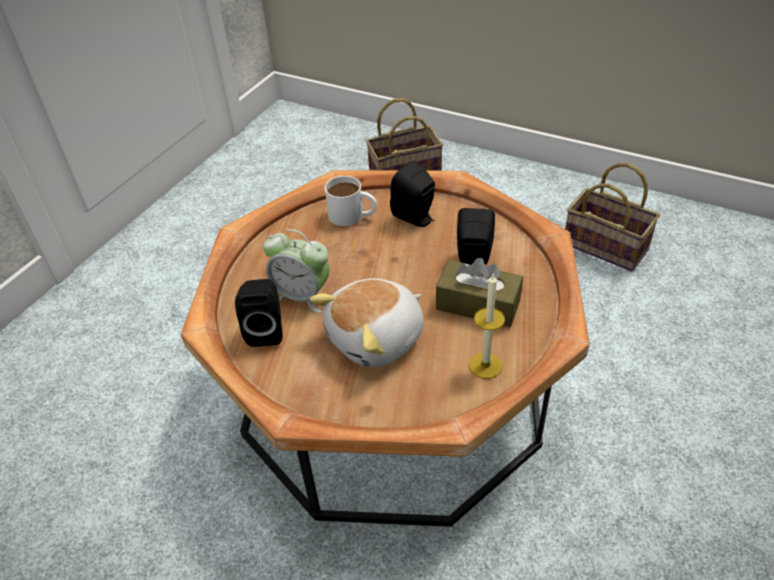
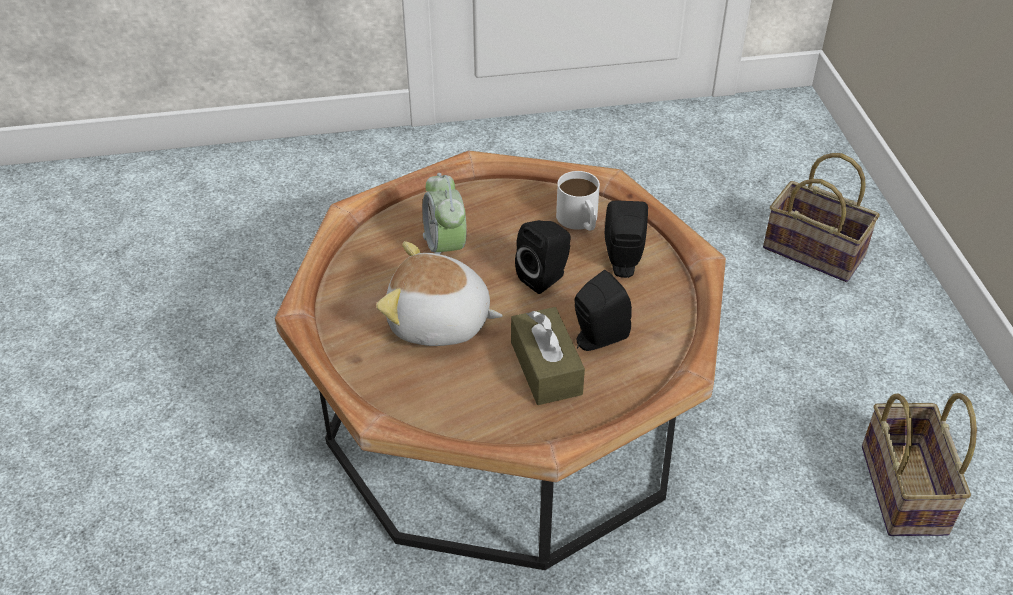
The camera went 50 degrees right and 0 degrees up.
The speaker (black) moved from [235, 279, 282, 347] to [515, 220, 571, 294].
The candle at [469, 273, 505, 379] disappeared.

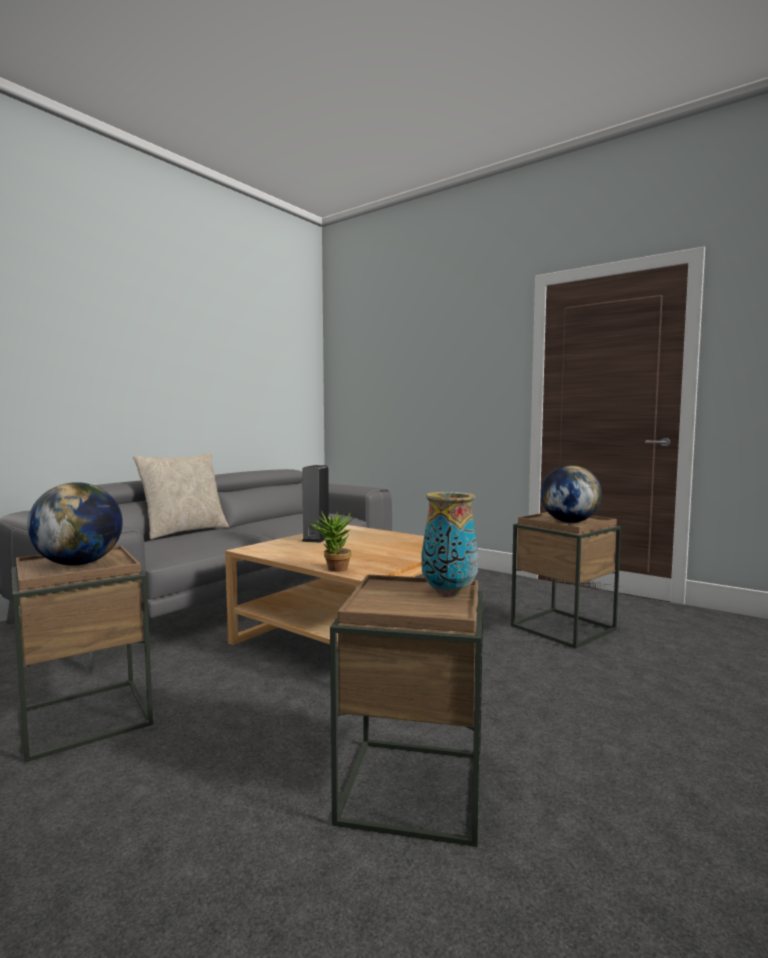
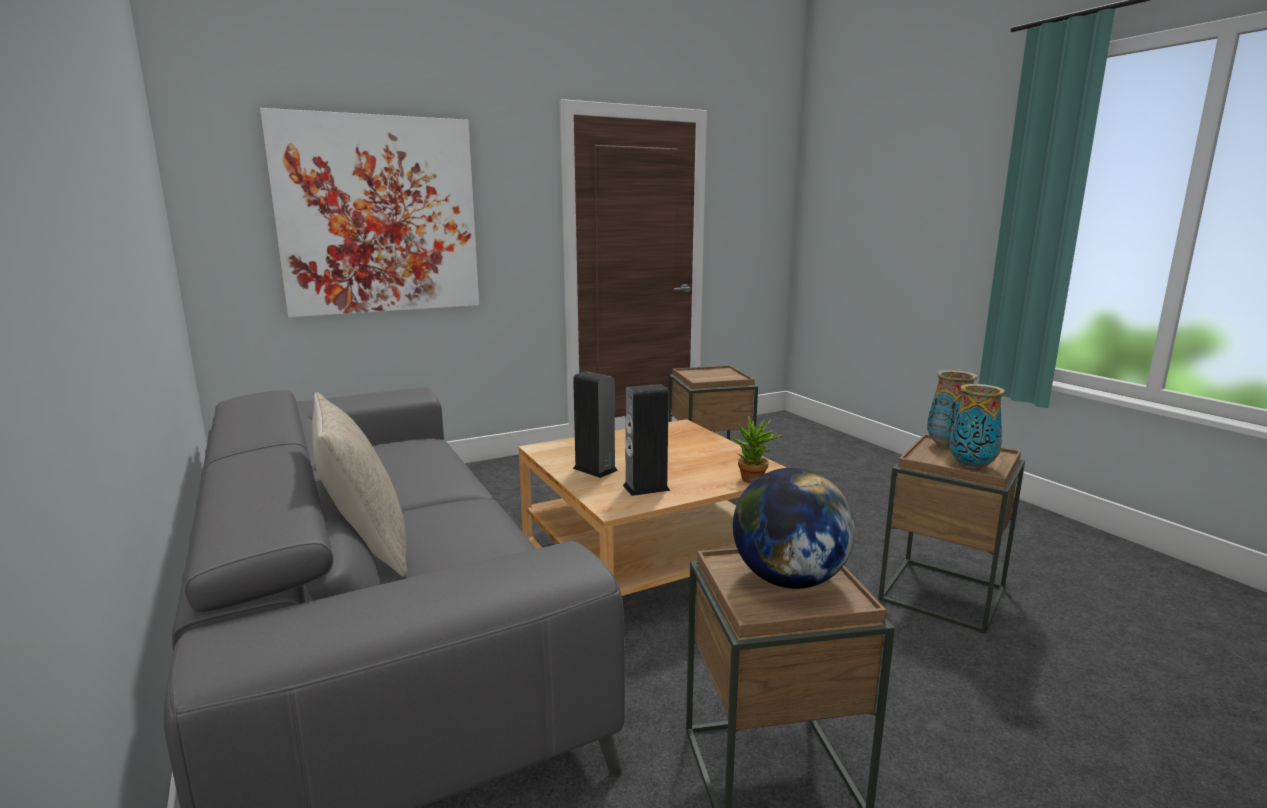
The camera went 65 degrees left and 10 degrees up.
The picture at [260, 108, 480, 317] appeared.
The speaker at [623, 384, 670, 496] appeared.
The vase at [949, 384, 1005, 470] appeared.
The globe at [541, 465, 602, 523] disappeared.

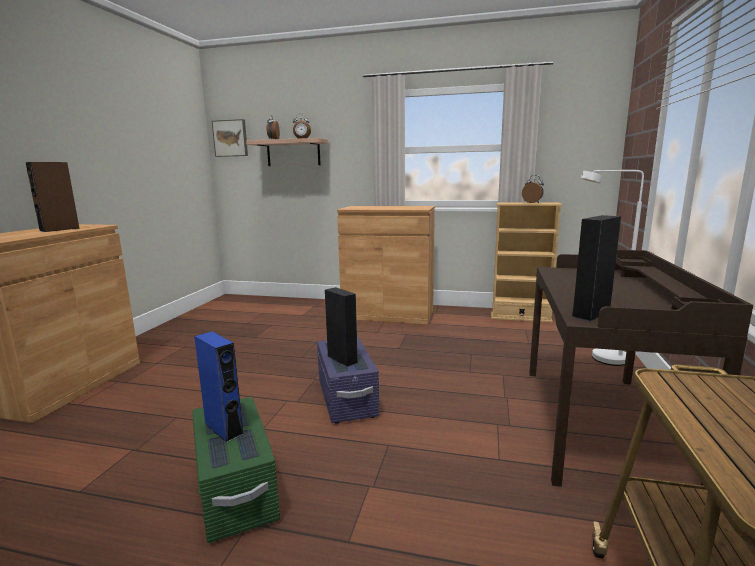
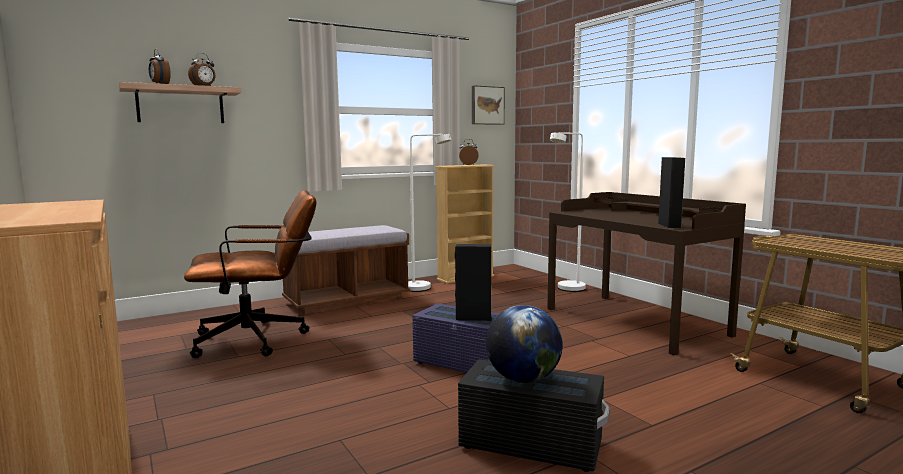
The camera went 45 degrees left and 5 degrees down.
The office chair (brown) at [184, 190, 316, 358] appeared.
The cabinet (brown) at [337, 206, 435, 325] was replaced by the bench (brown) at [282, 225, 410, 315].
The floor lamp (white) at [408, 134, 451, 292] appeared.
The storage box (green) at [192, 397, 280, 543] became the storage box (black) at [458, 359, 610, 472].
The picture moved from [212, 119, 248, 157] to [472, 85, 505, 125].
The speaker (blue) at [194, 331, 244, 443] was replaced by the globe at [486, 305, 563, 383].
The speaker (brown) at [26, 162, 79, 232] disappeared.

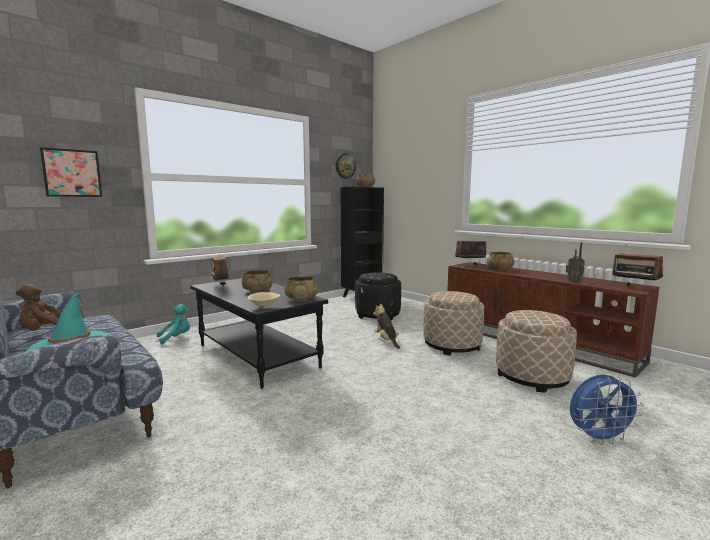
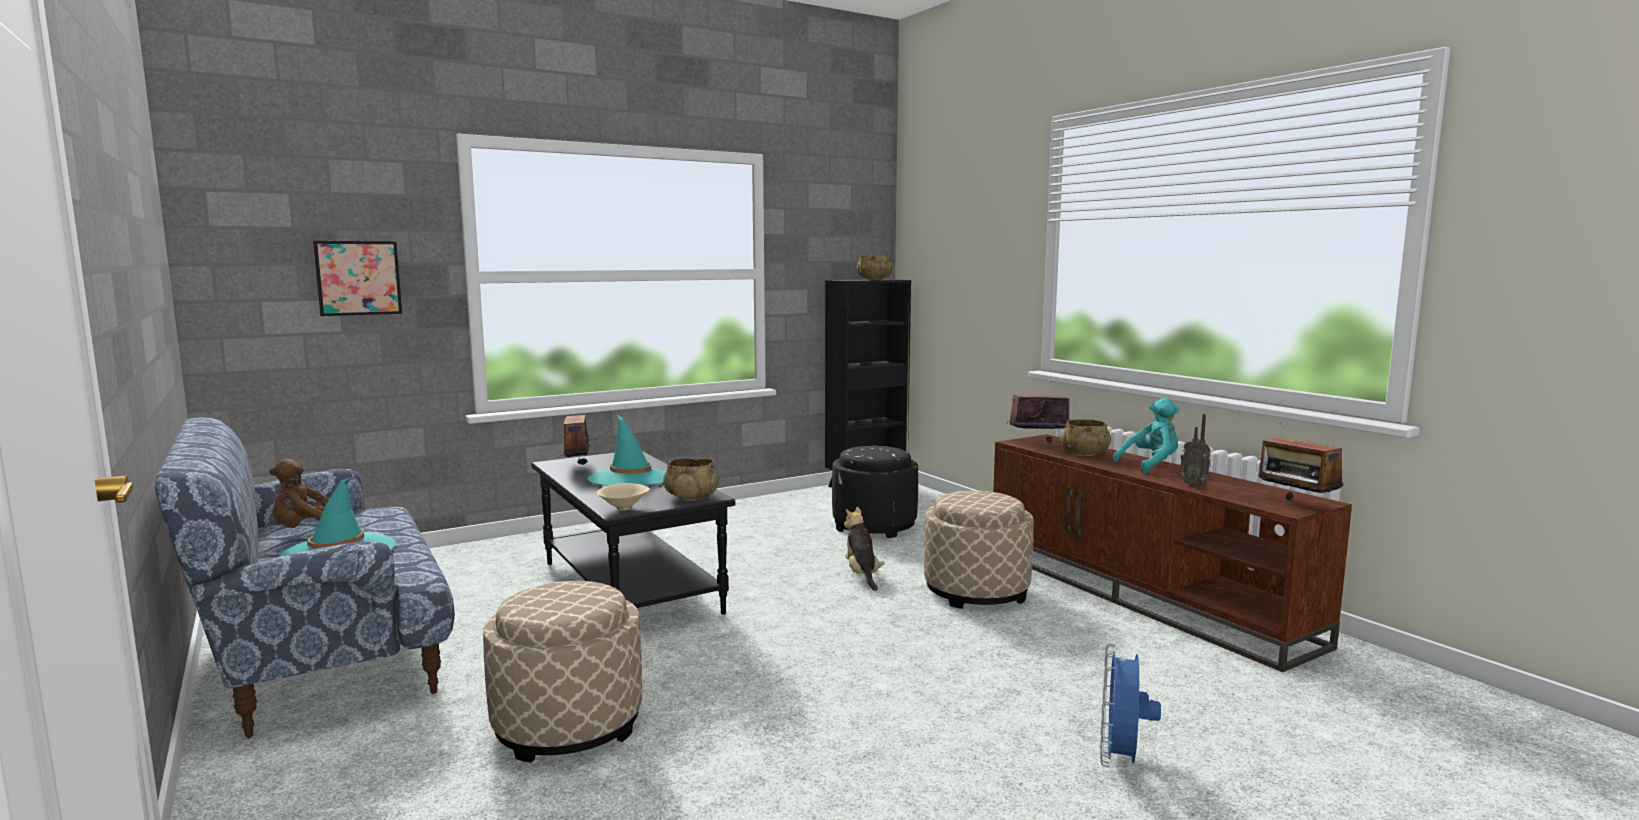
The camera went 10 degrees right and 0 degrees up.
The ottoman (beige) moved from [496, 310, 577, 393] to [483, 581, 642, 763].
The bowl (beige) at [242, 270, 273, 293] was replaced by the hat (turquoise) at [587, 415, 666, 486].
The fan (blue) at [570, 375, 644, 445] turned 105 degrees clockwise.
The plush toy (turquoise) moved from [157, 304, 190, 344] to [1112, 398, 1180, 473].
The wall clock at [336, 153, 356, 179] disappeared.

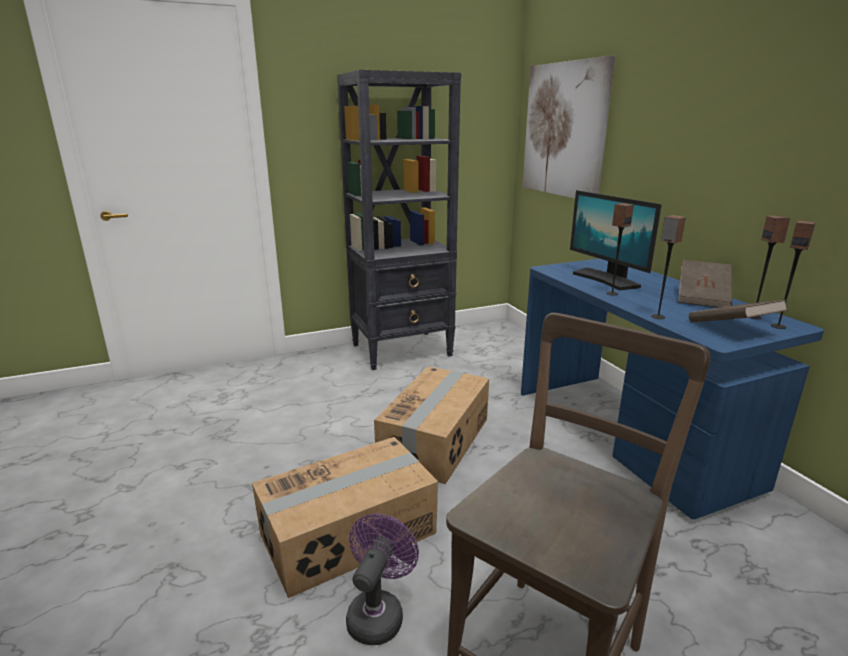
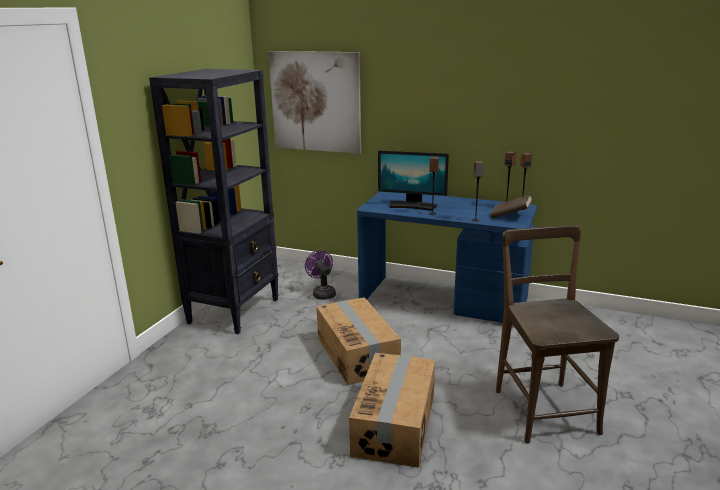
The camera went 45 degrees left and 0 degrees up.
The fan (purple) moved from [346, 514, 419, 645] to [305, 250, 336, 300].
The book (brown) at [678, 260, 732, 308] disappeared.

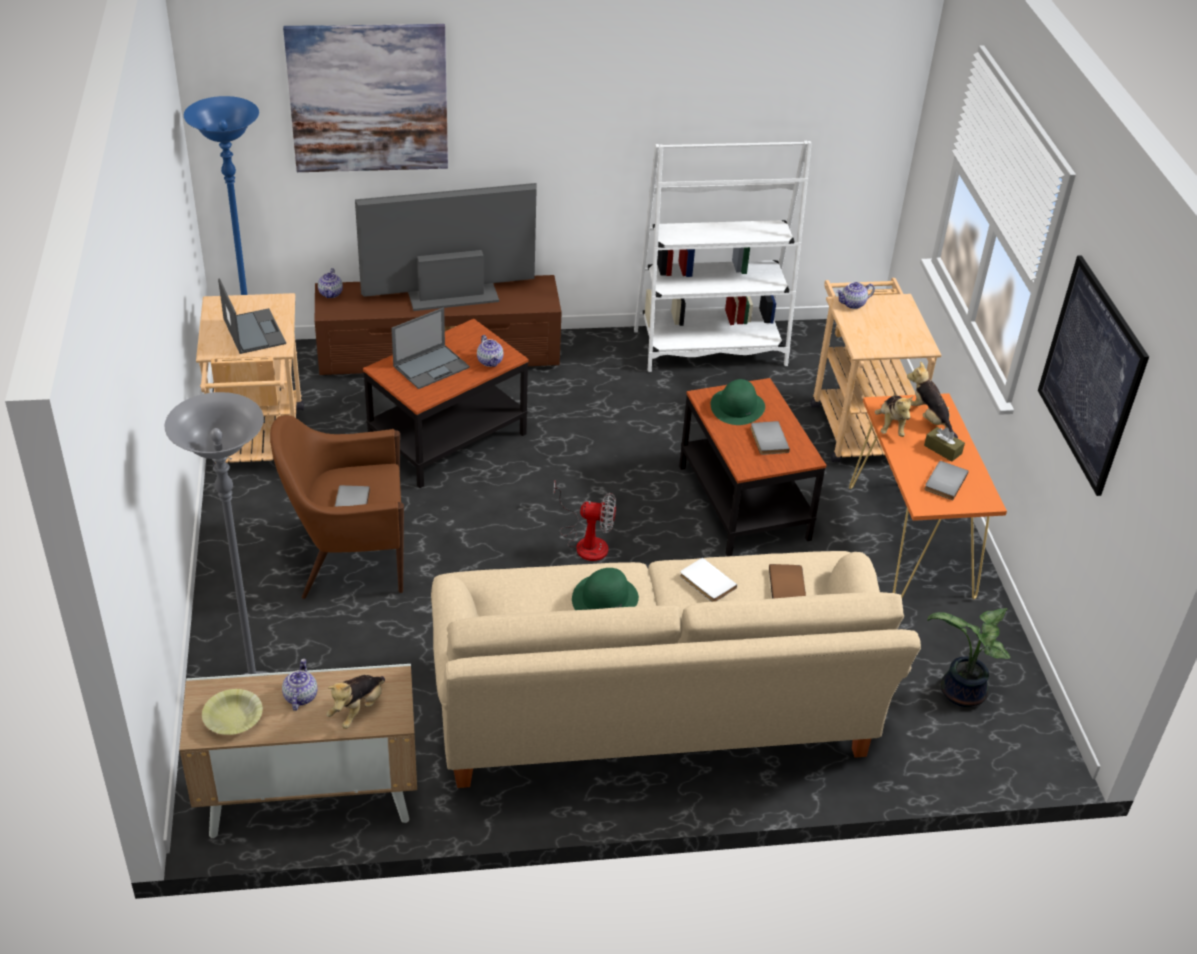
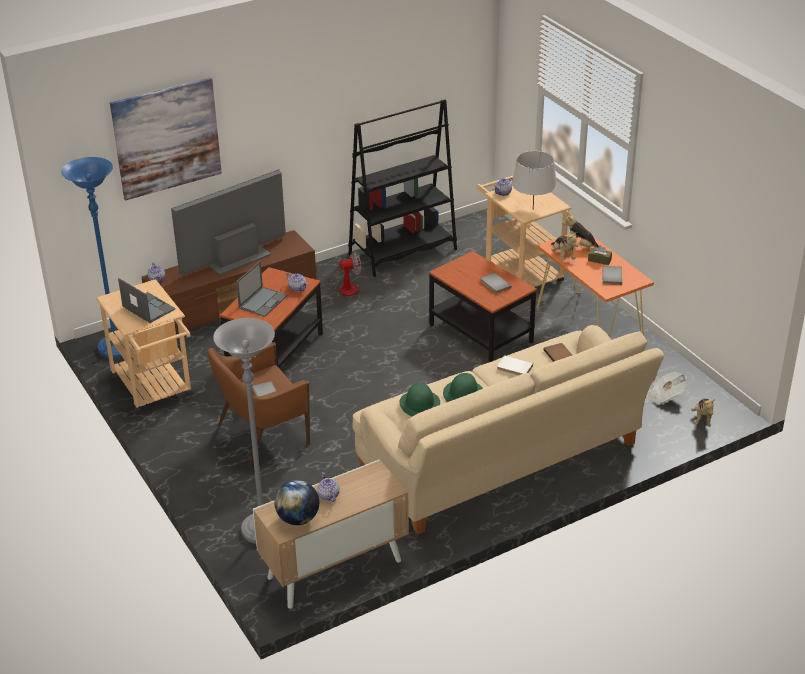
The camera went 20 degrees left and 5 degrees down.
The bowl (yellow) at [202, 689, 263, 735] was replaced by the globe at [275, 480, 319, 525].
The fan moved from [553, 482, 616, 561] to [316, 251, 361, 296].
The bookcase (white) at [634, 141, 812, 372] became the bookcase (black) at [348, 99, 457, 277].
The hat (green) moved from [711, 379, 765, 425] to [400, 383, 440, 417].
The table lamp (grey) at [512, 151, 557, 208] appeared.
The potted plant at [927, 608, 1010, 707] was replaced by the newspaper at [646, 371, 687, 405].
The plush toy moved from [327, 675, 385, 729] to [691, 399, 715, 427].
The picture at [1038, 255, 1149, 496] disappeared.

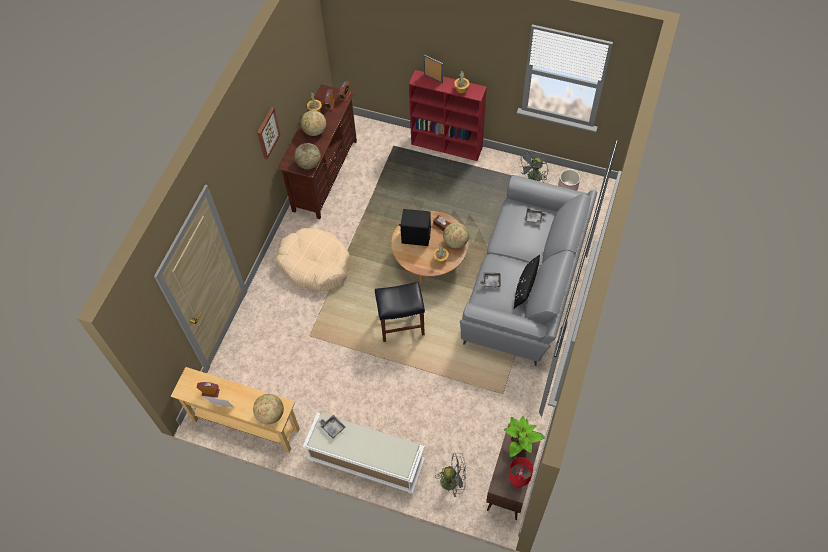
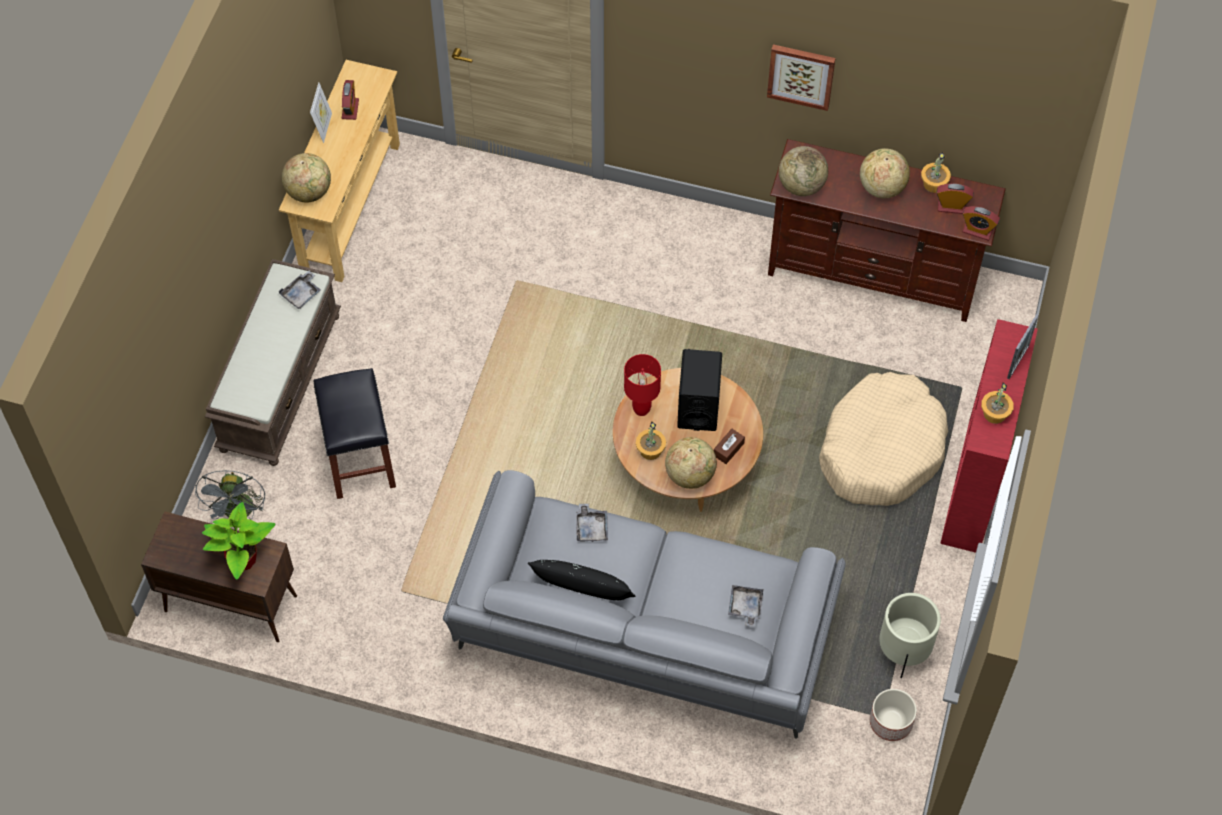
The camera went 85 degrees right and 0 degrees up.
The bench (white) at [303, 412, 425, 494] became the bench (brown) at [205, 259, 341, 466].
The stool (black) moved from [375, 282, 425, 342] to [314, 368, 396, 499].
The table lamp (red) moved from [509, 457, 533, 488] to [624, 354, 661, 416].
The dog bed (beige) moved from [276, 228, 350, 291] to [819, 372, 948, 506].
The fan (grey) at [519, 151, 548, 181] was replaced by the planter (beige) at [879, 593, 941, 678].

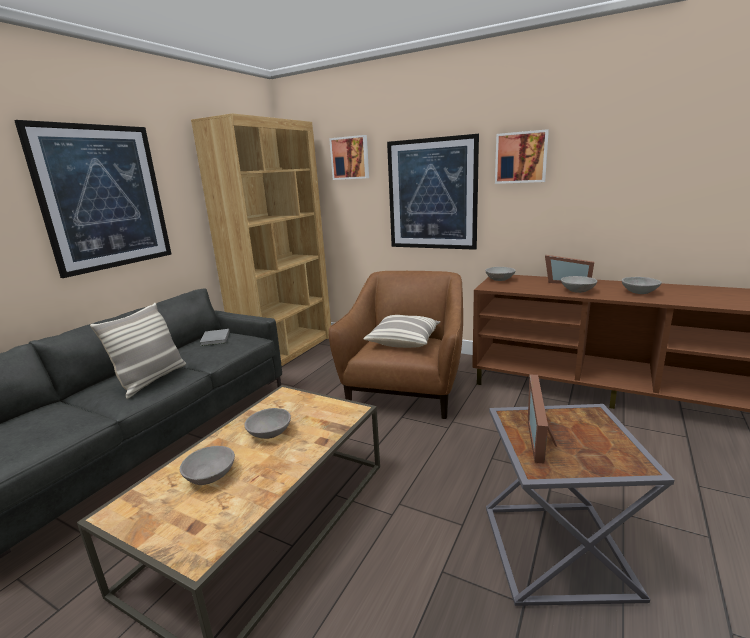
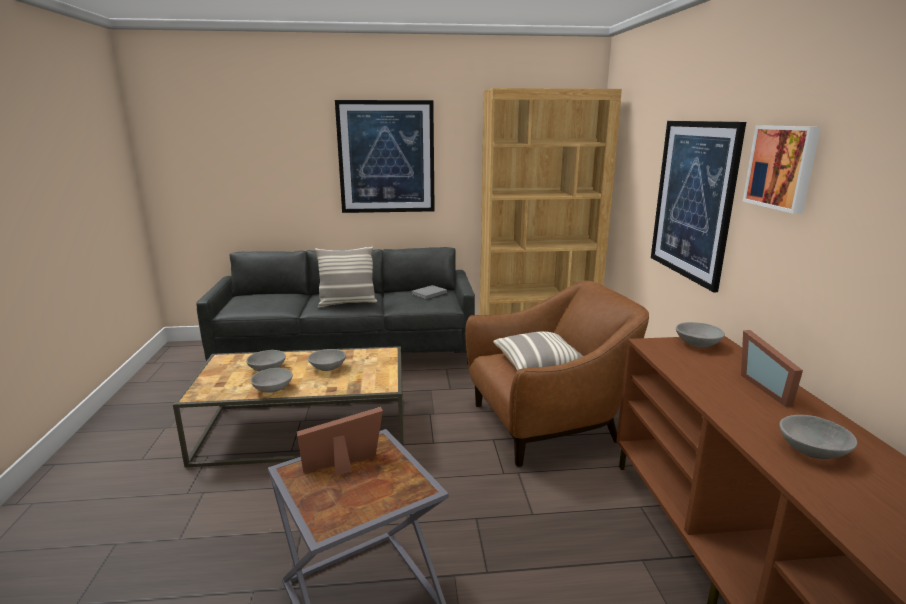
The camera went 55 degrees right and 0 degrees up.
The bowl (grey) moved from [561, 276, 597, 293] to [251, 368, 293, 393].
The picture at [329, 135, 369, 180] disappeared.

